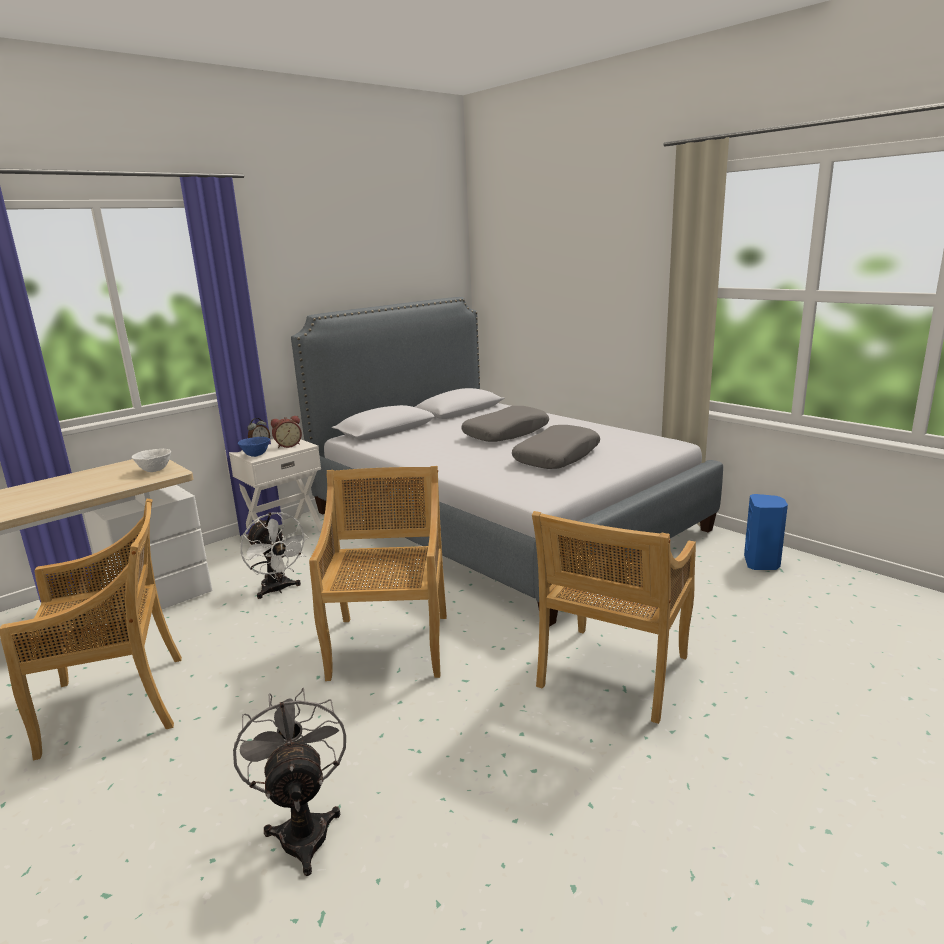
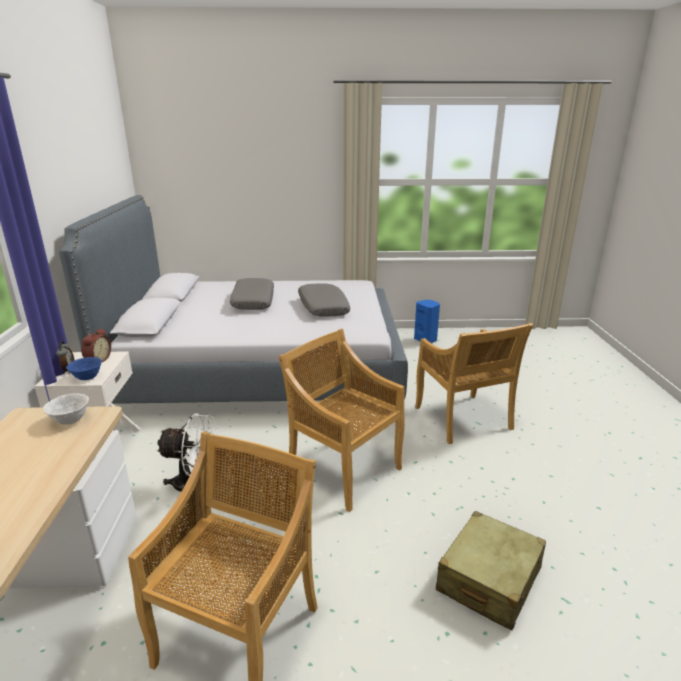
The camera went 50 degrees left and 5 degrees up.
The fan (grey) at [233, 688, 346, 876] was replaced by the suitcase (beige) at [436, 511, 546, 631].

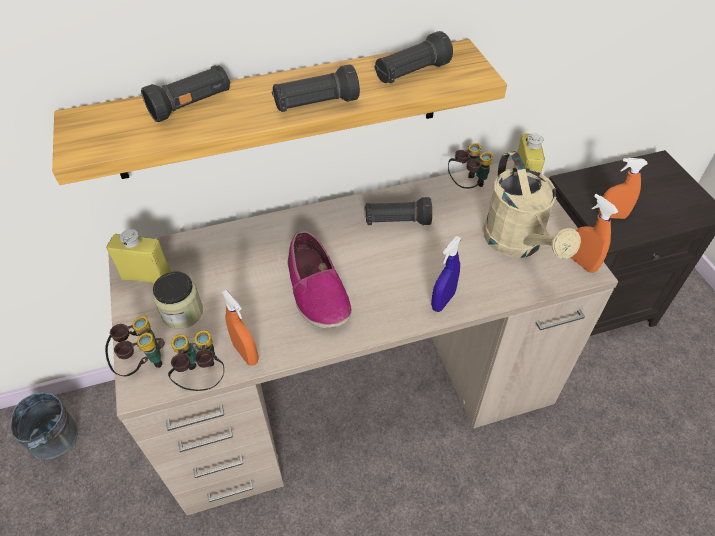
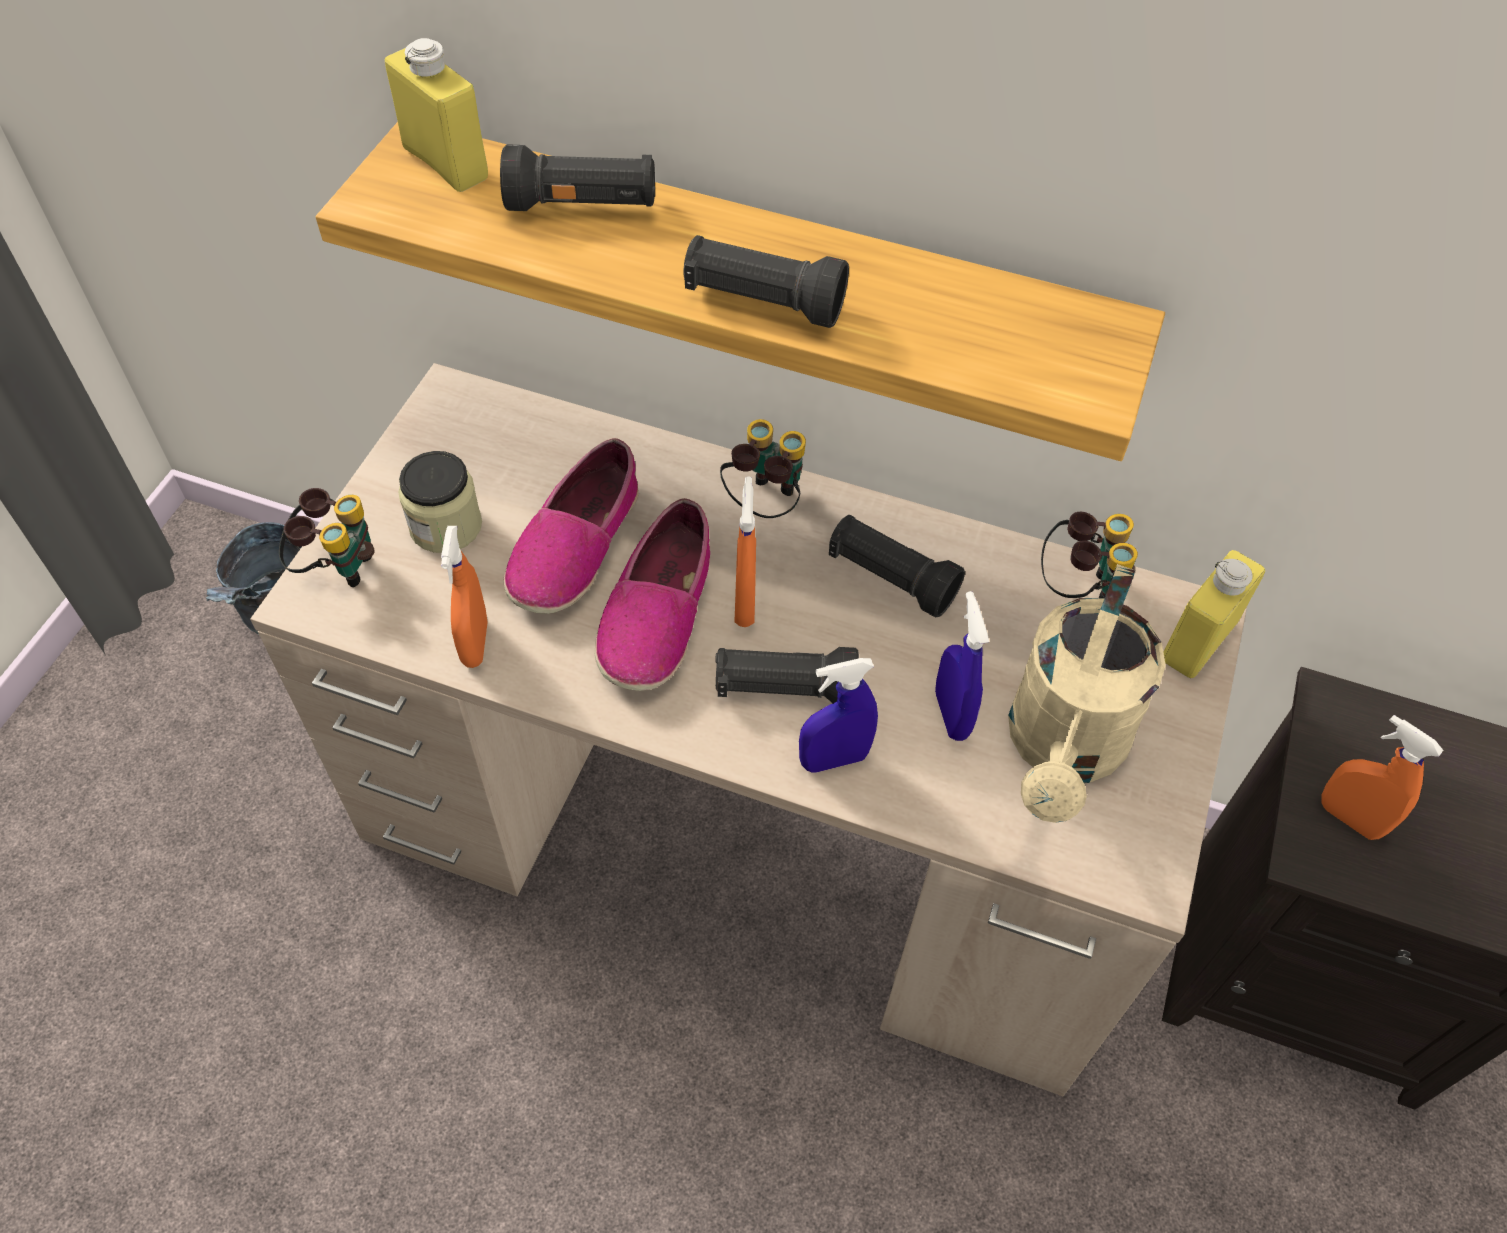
The camera went 35 degrees right and 5 degrees up.
The bottle (yellow) moved from [106, 229, 171, 284] to [385, 38, 488, 192].
The shoe at [504, 438, 639, 614] appeared.
The flashlight (black) moved from [375, 31, 453, 84] to [715, 647, 859, 703].
The binoculars moved from [168, 330, 224, 391] to [720, 419, 806, 518].
The spray bottle (orange) moved from [570, 194, 619, 273] to [734, 476, 756, 627].
The spray bottle (blue) at [935, 591, 989, 741] appeared.

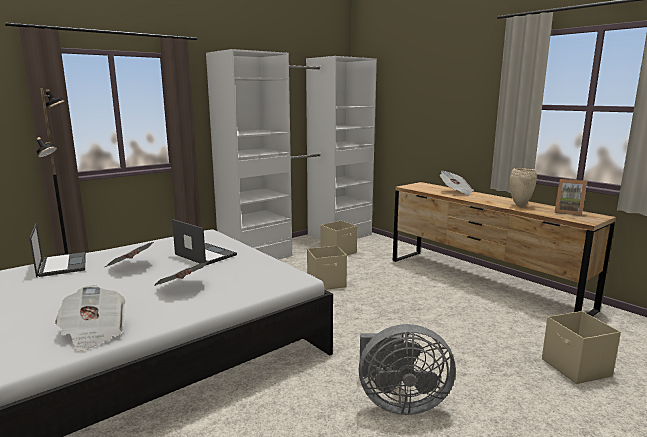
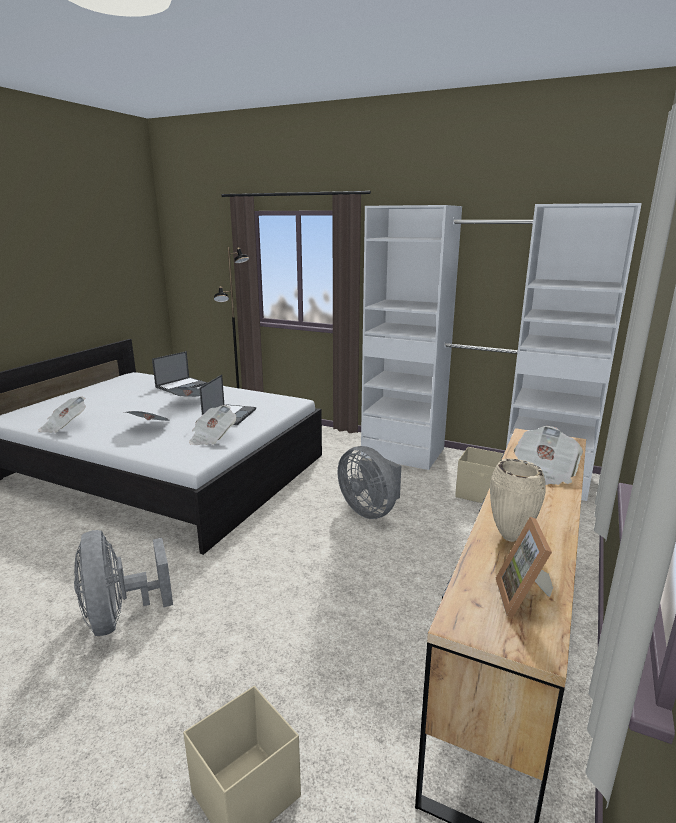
The camera went 65 degrees right and 5 degrees up.
The newspaper at [189, 405, 236, 445] appeared.
The storage box (beige) at [307, 246, 347, 290] was replaced by the fan (grey) at [337, 446, 401, 519].

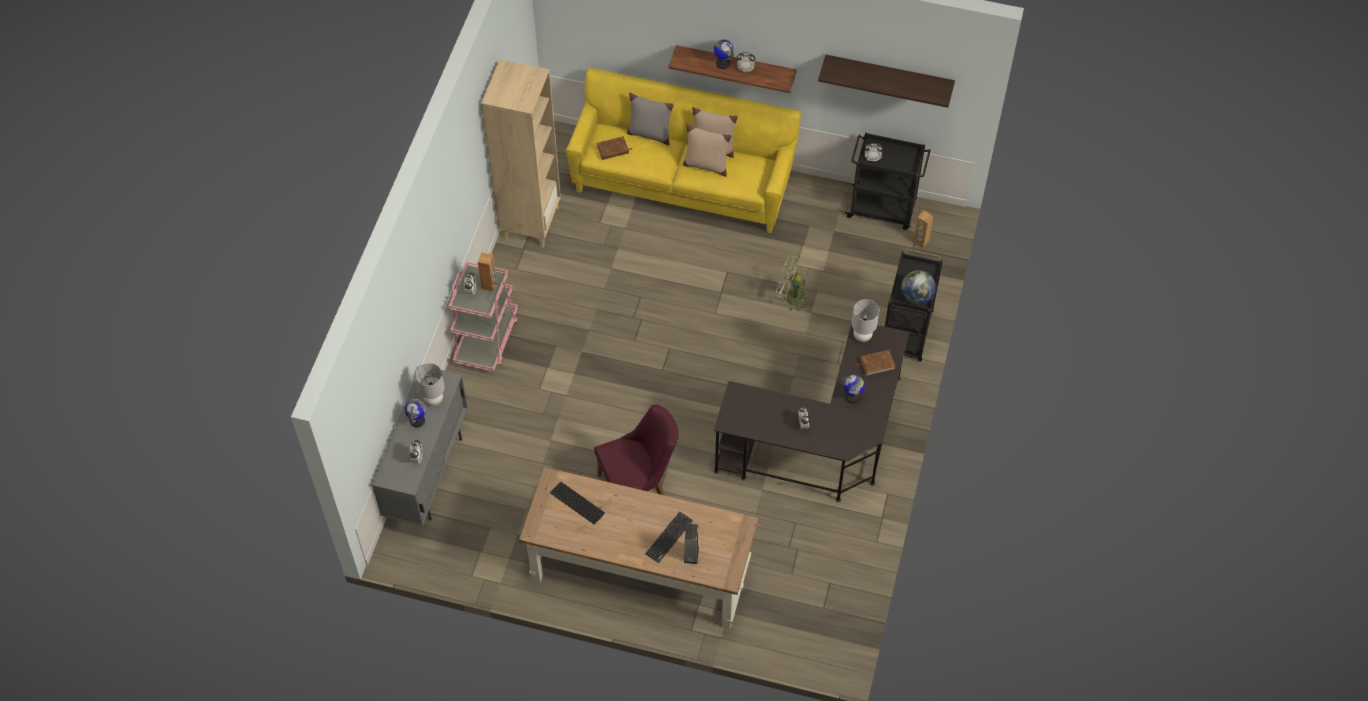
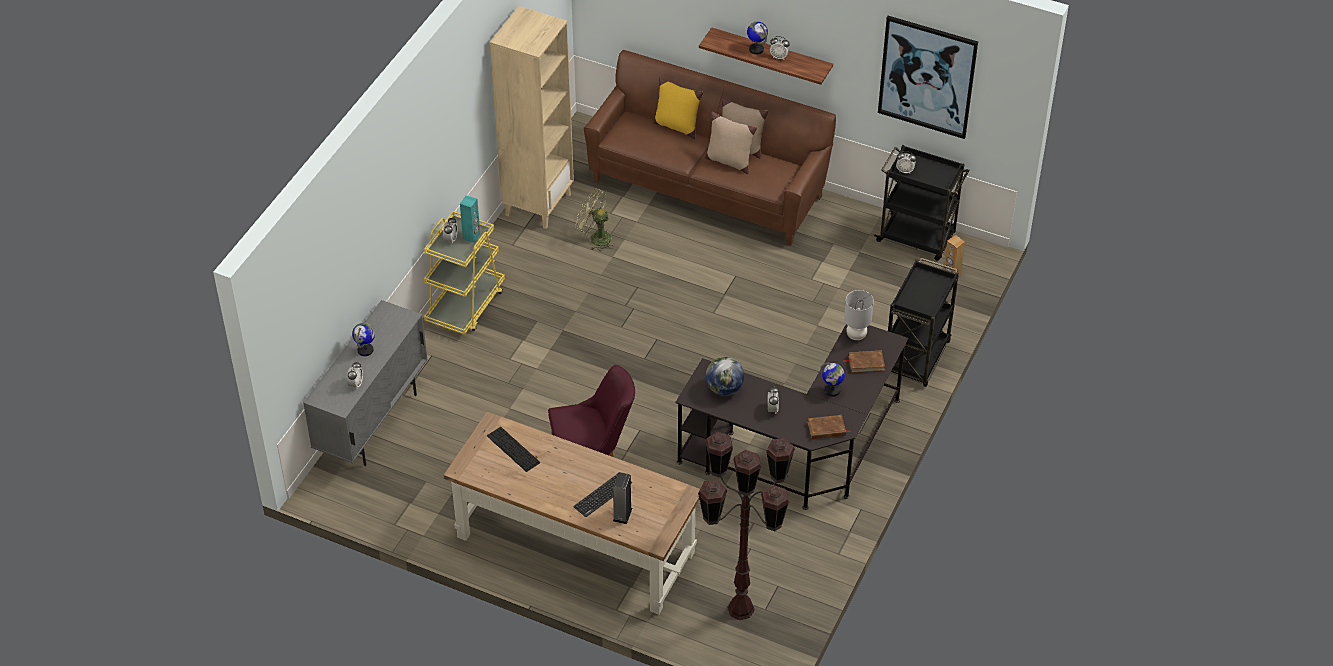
The camera went 10 degrees right and 10 degrees down.
The cart (pink) at [449, 261, 518, 372] became the cart (yellow) at [424, 211, 505, 335].
The speaker (brown) at [478, 252, 497, 291] became the speaker (turquoise) at [460, 196, 480, 243].
The fan (green) moved from [776, 255, 809, 312] to [575, 188, 614, 252].
The sofa (yellow) at [566, 68, 801, 233] became the sofa (brown) at [584, 50, 836, 246].
The pillow (grey) at [627, 93, 674, 146] became the pillow (yellow) at [653, 77, 703, 139].
The floor lamp (brown) at [698, 432, 795, 620] appeared.
The globe moved from [901, 270, 936, 305] to [706, 357, 744, 396].
The book (brown) moved from [597, 136, 632, 160] to [808, 415, 850, 439].
The shelf at [818, 55, 955, 108] was replaced by the picture at [878, 16, 978, 139].
The table lamp (grey) at [415, 363, 445, 406] disappeared.

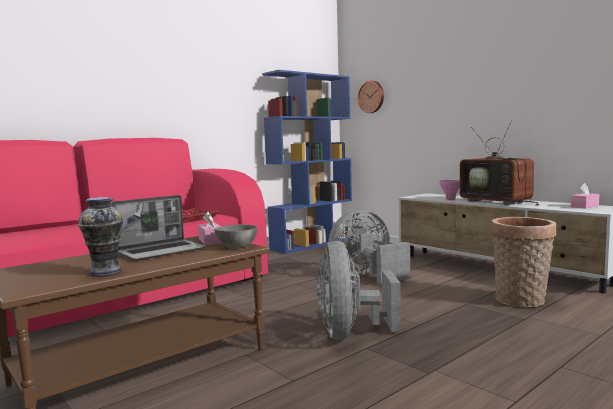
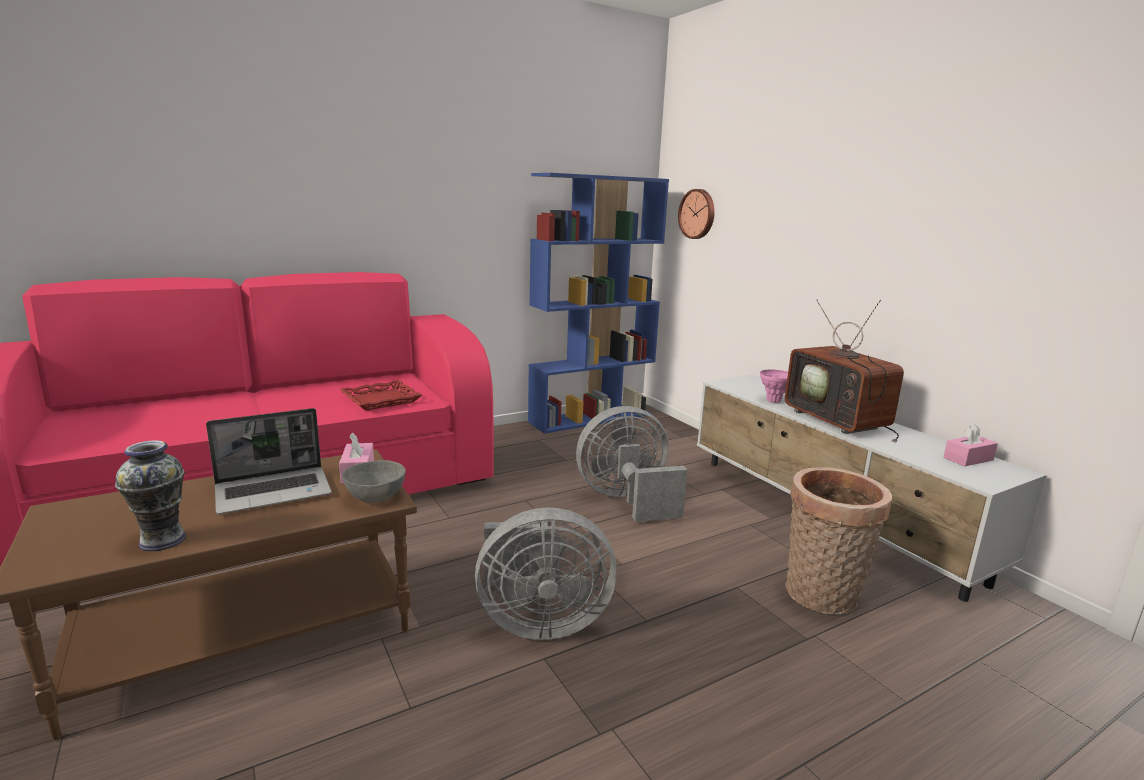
The camera went 10 degrees right and 10 degrees up.
The fan (grey) at [316, 241, 401, 340] turned 105 degrees counterclockwise.

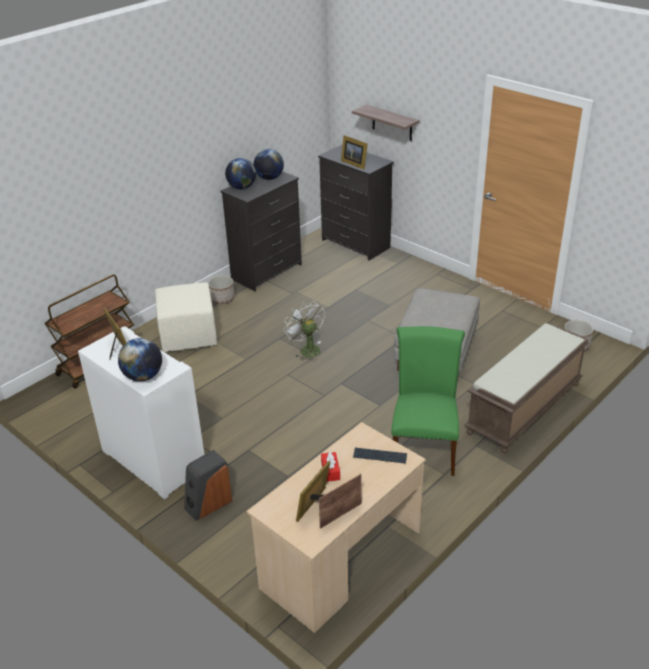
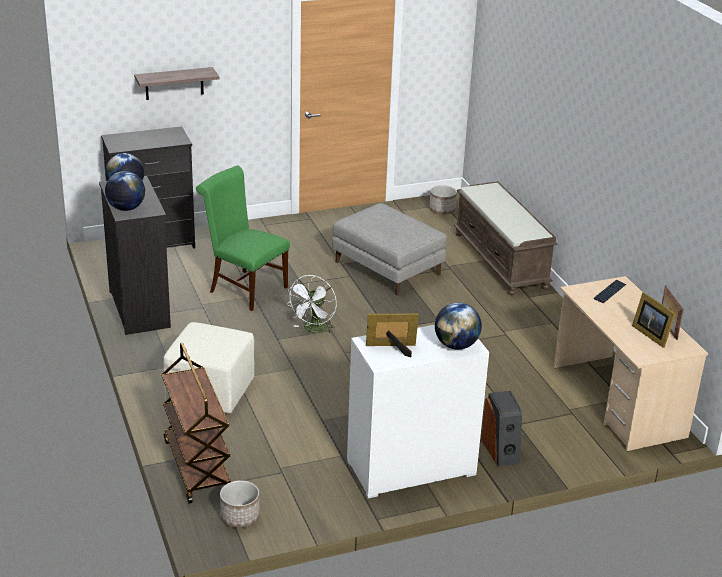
The camera went 65 degrees left and 5 degrees down.
The chair (green) moved from [391, 326, 465, 476] to [196, 165, 290, 311].
The planter moved from [208, 275, 235, 304] to [220, 480, 260, 528].
The fan (white) at [283, 302, 325, 361] turned 60 degrees counterclockwise.
The tissue box (red) at [321, 451, 340, 482] disappeared.
The picture frame at [341, 135, 368, 170] disappeared.

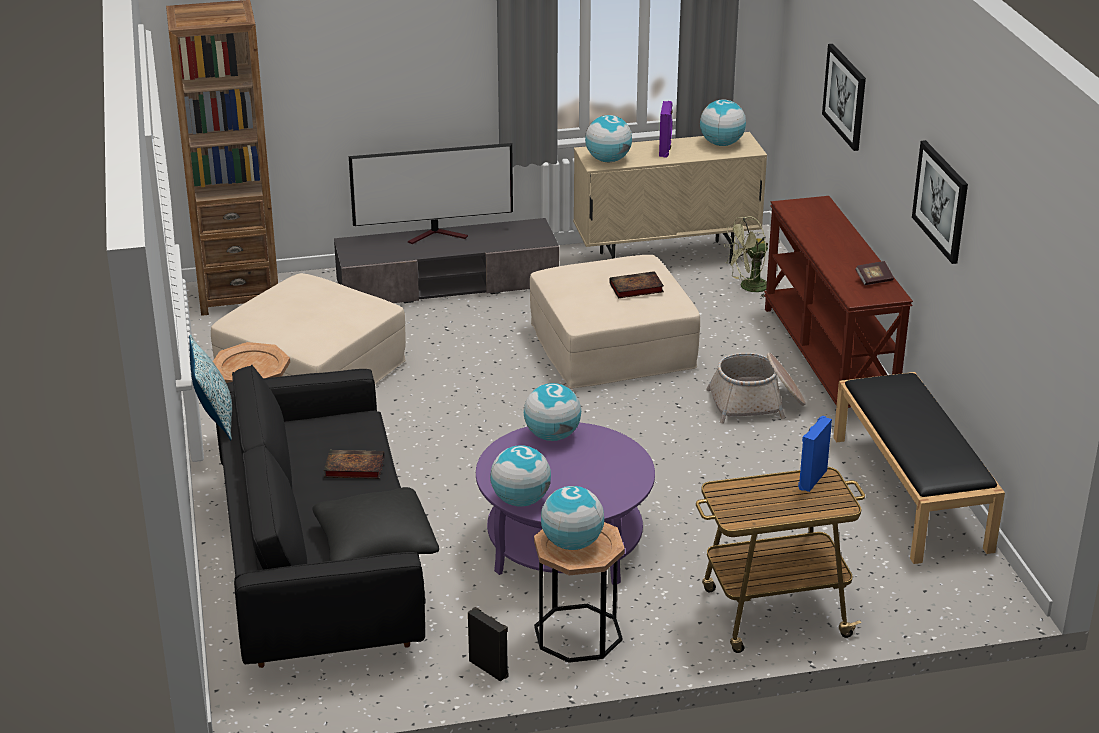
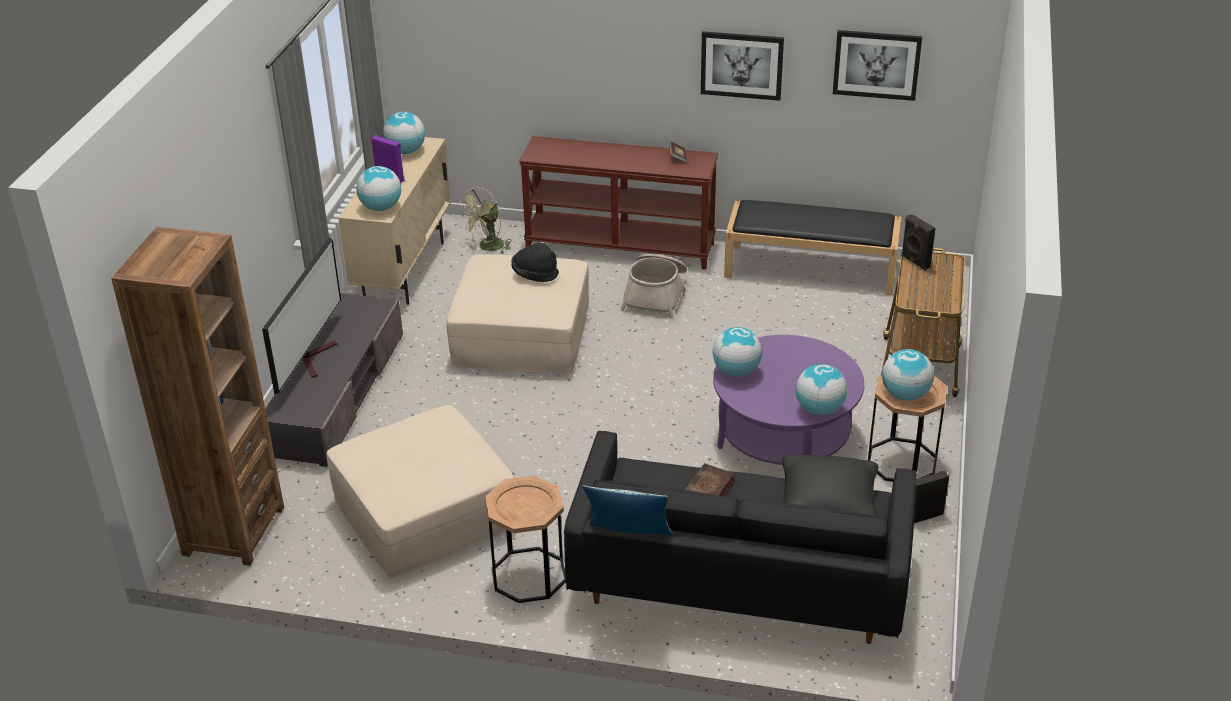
The camera went 65 degrees left and 5 degrees up.
The fan (green) at [724, 216, 779, 297] turned 45 degrees clockwise.
The book at [609, 271, 664, 299] was replaced by the hat (black) at [511, 243, 559, 282].
The picture moved from [822, 44, 866, 151] to [833, 30, 922, 101].
The speaker (blue) at [798, 415, 832, 492] became the speaker (black) at [901, 214, 935, 270].

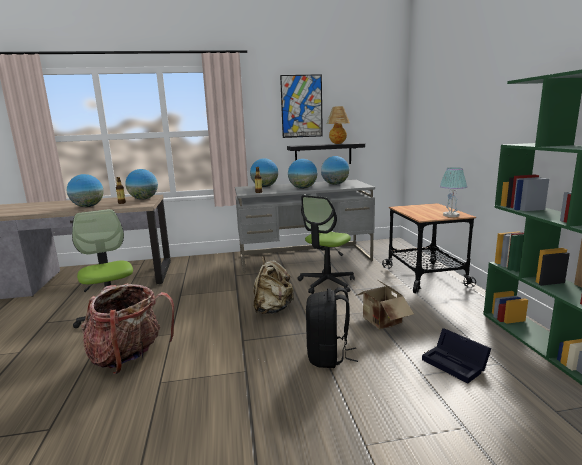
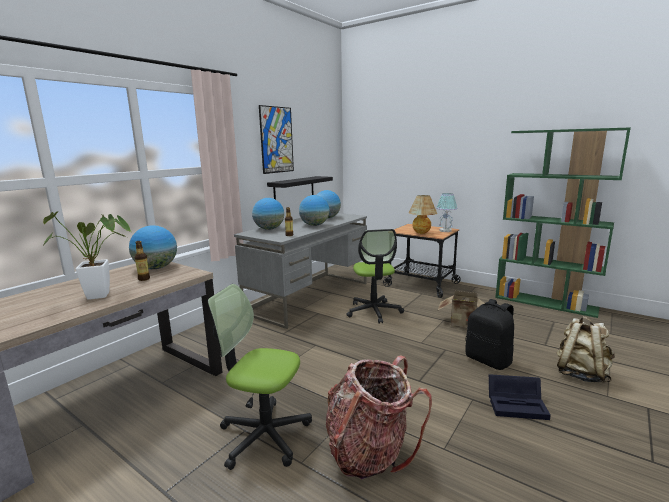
The camera went 45 degrees left and 0 degrees up.
The globe at [67, 174, 103, 207] was replaced by the potted plant at [42, 211, 131, 300].
The table lamp moved from [327, 106, 350, 144] to [409, 195, 437, 234].
The storage box (black) moved from [422, 328, 491, 383] to [489, 374, 551, 420].
The backpack (beige) moved from [254, 256, 294, 314] to [557, 316, 615, 383].

